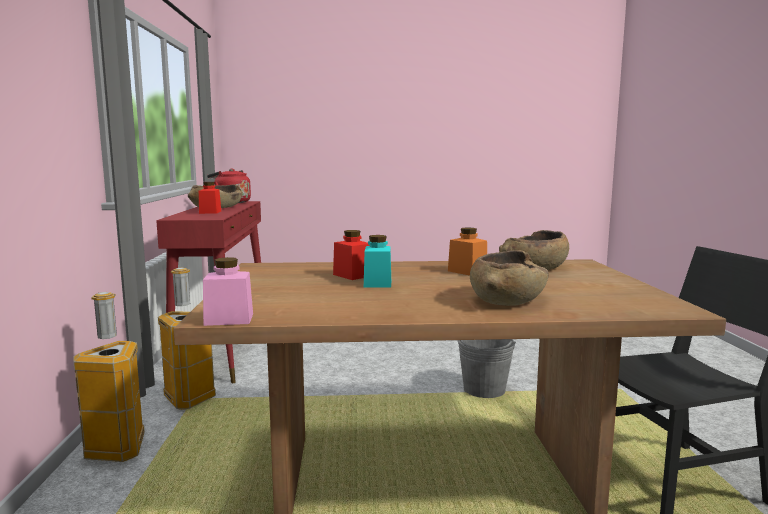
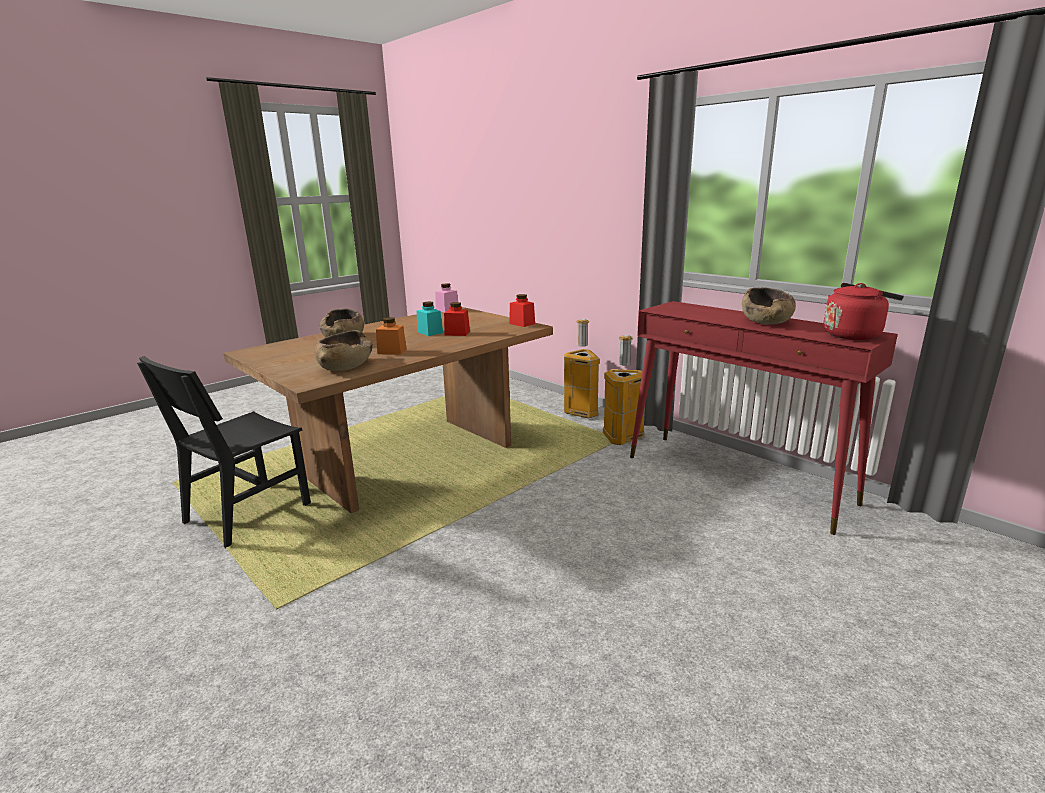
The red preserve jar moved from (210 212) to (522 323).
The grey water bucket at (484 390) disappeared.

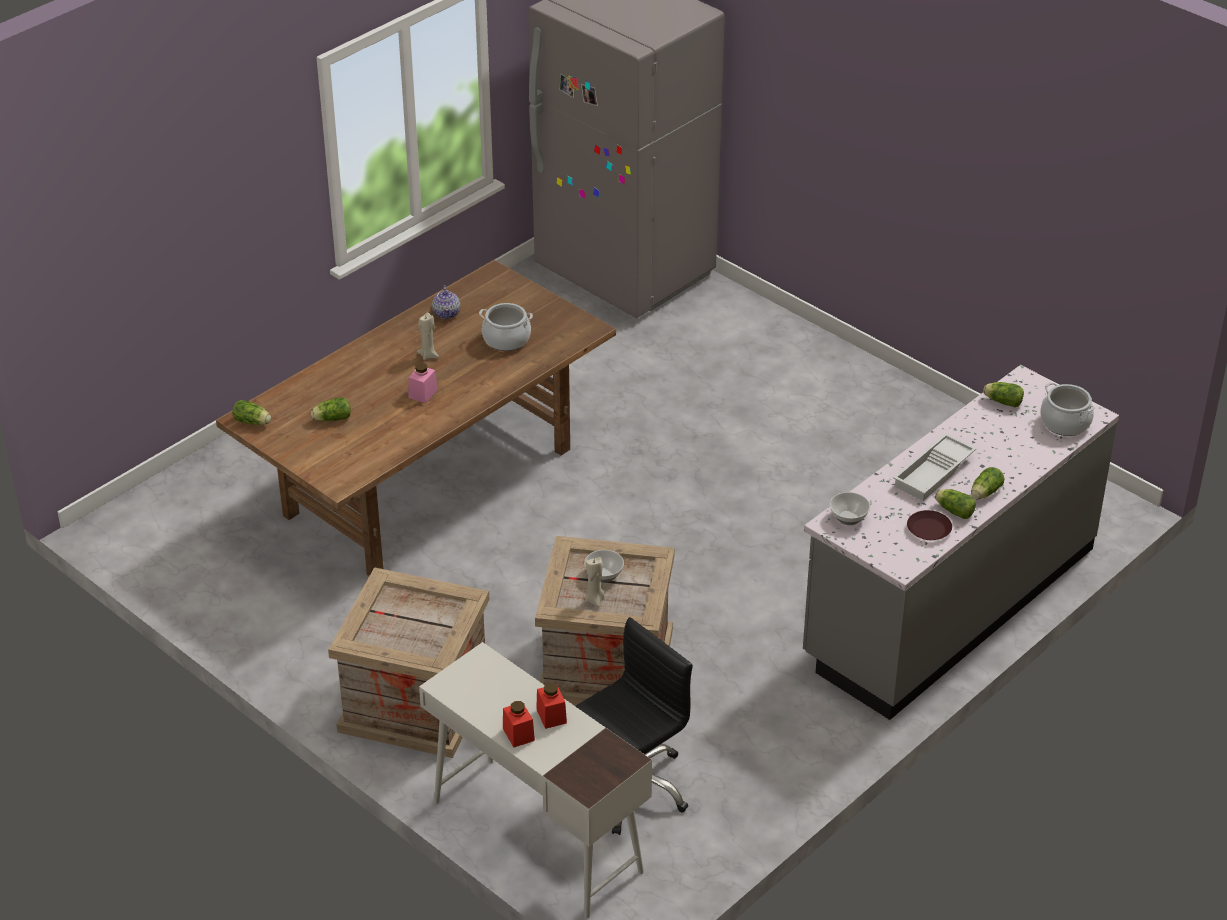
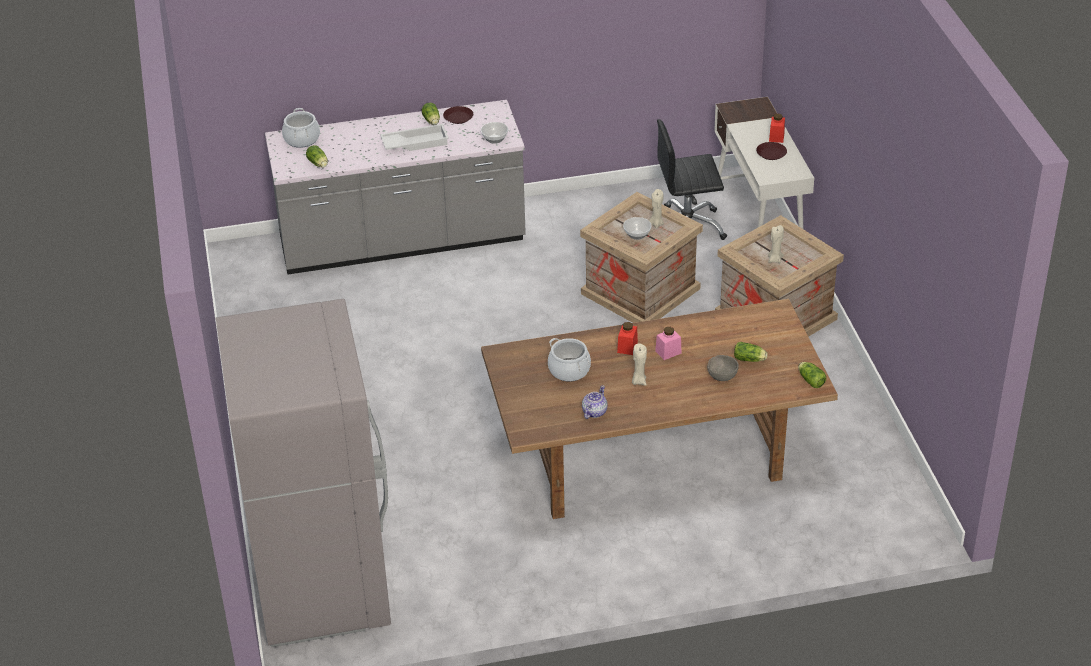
The head of lettuce at (984 493) disappeared.
The red preserve jar moved from (551 716) to (627 347).
The brown-coloured plate at (771 153) appeared.
The sand-coloured wax candle at (775 259) appeared.
The grey bowl at (722 376) appeared.

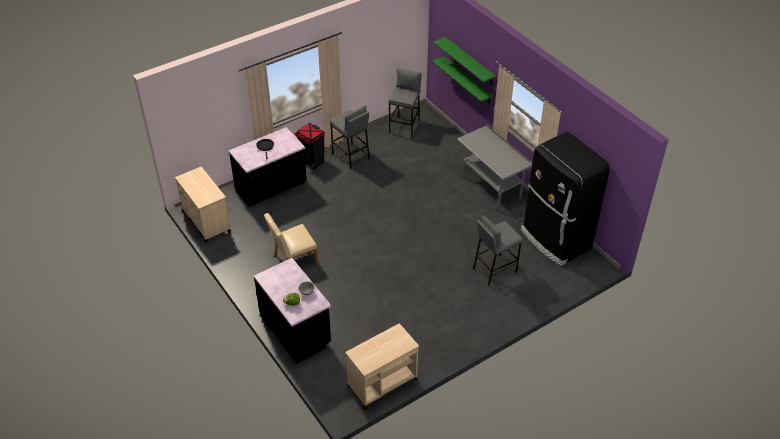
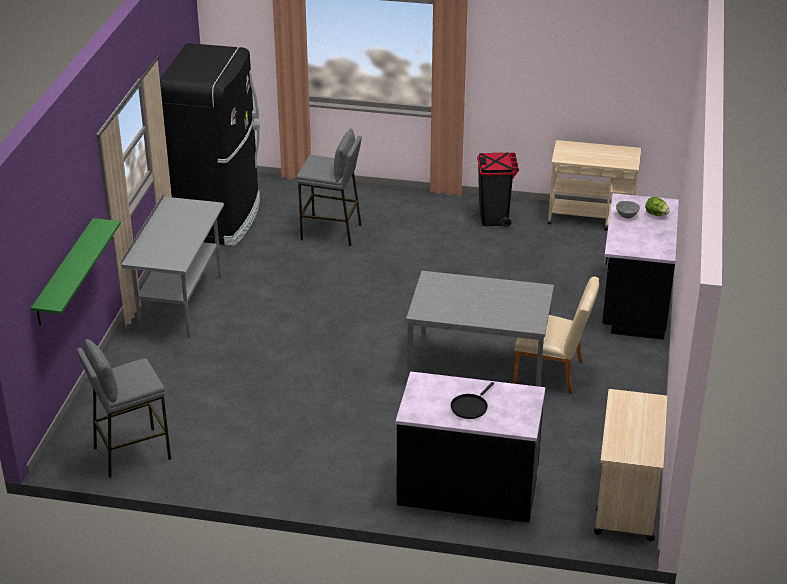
The green-coloured bracket shelf at (469 61) disappeared.
The grey sitting stool at (351 156) disappeared.
The black-coloured rubbish bin moved from (312 161) to (494 217).
The grey dining table at (477 368) appeared.

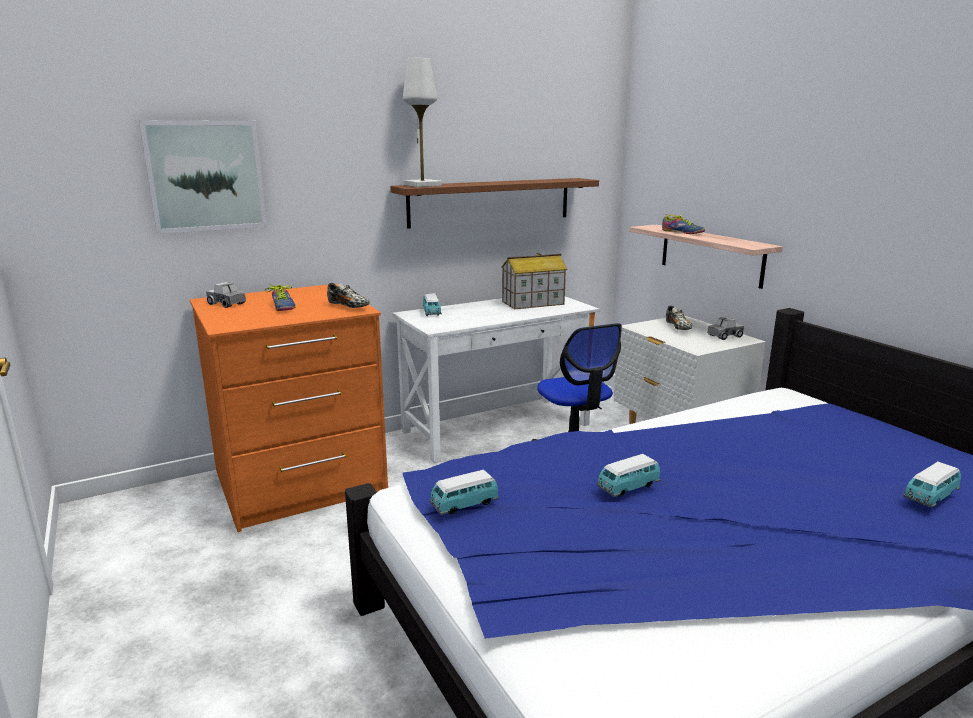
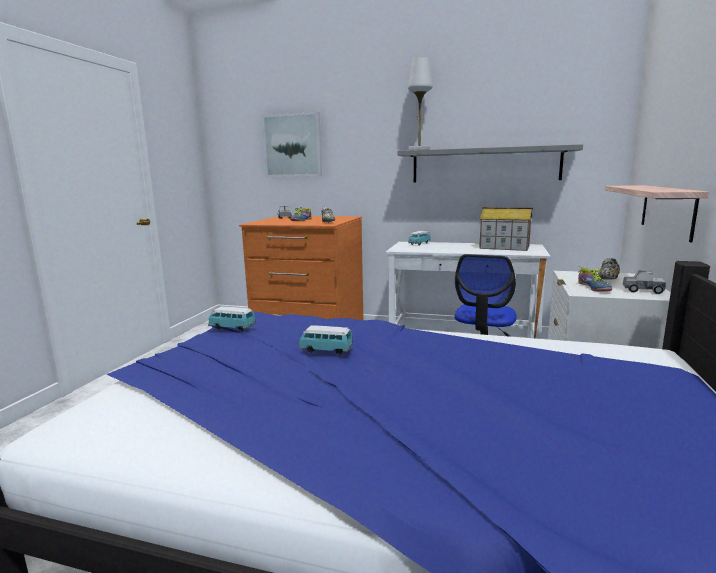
The brown-coloured bracket shelf at (491 202) became the grey bracket shelf at (485 165).
The low shoe moved from (682 232) to (592 288).
The miniature car at (930 497) disappeared.

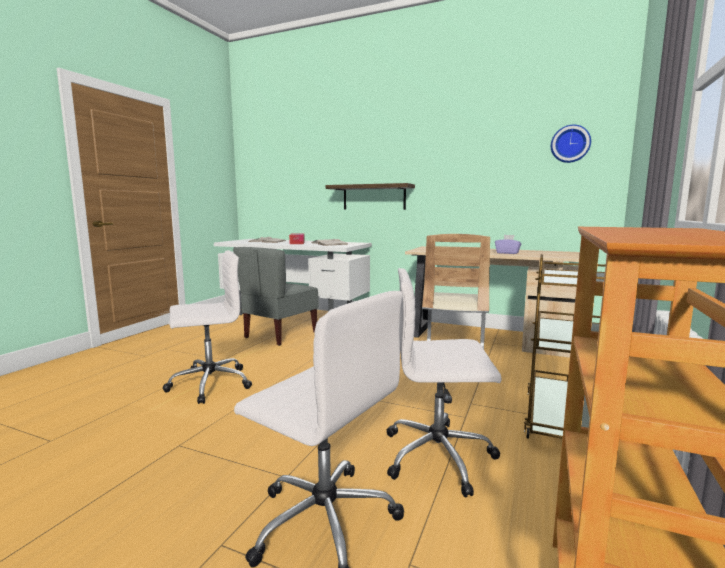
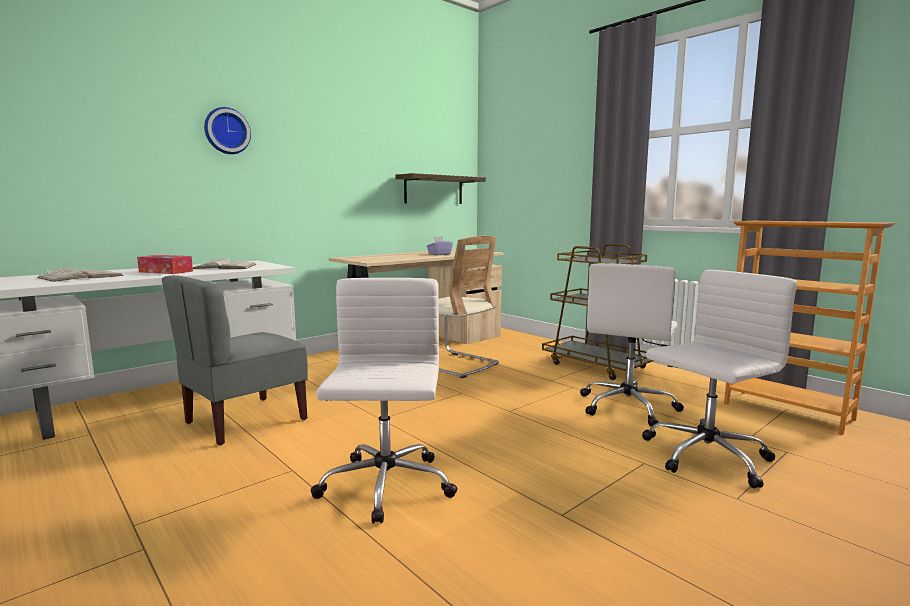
The hanging clock moved from (570 144) to (226 131).
The bracket shelf moved from (374 197) to (433 190).
The grey chair at (280 335) turned 75 degrees clockwise.

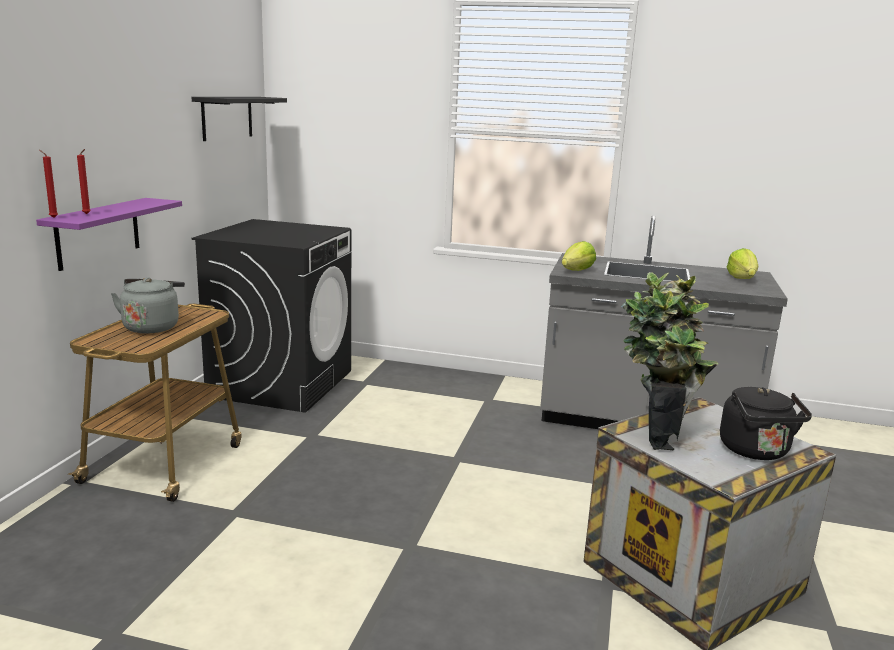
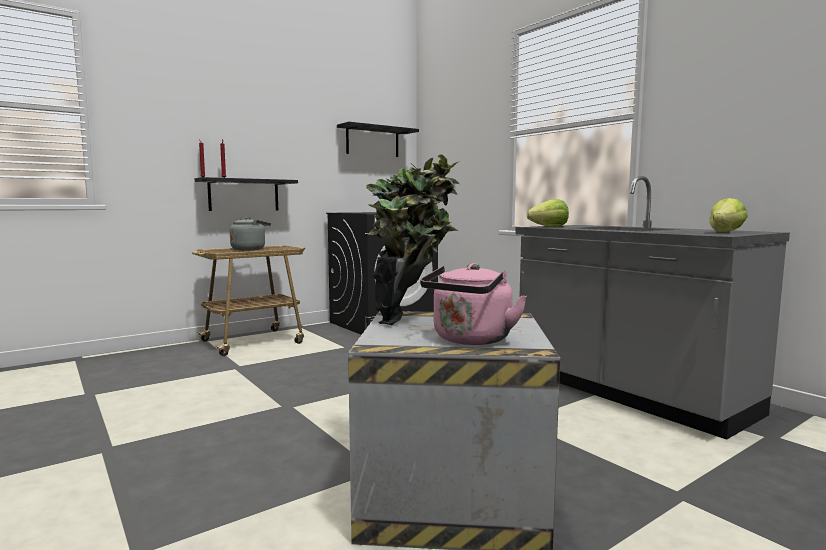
The purple bracket shelf at (98 233) became the black-coloured bracket shelf at (244 195).
The black-coloured tea kettle at (756 452) became the pinkish tea kettle at (470 340).

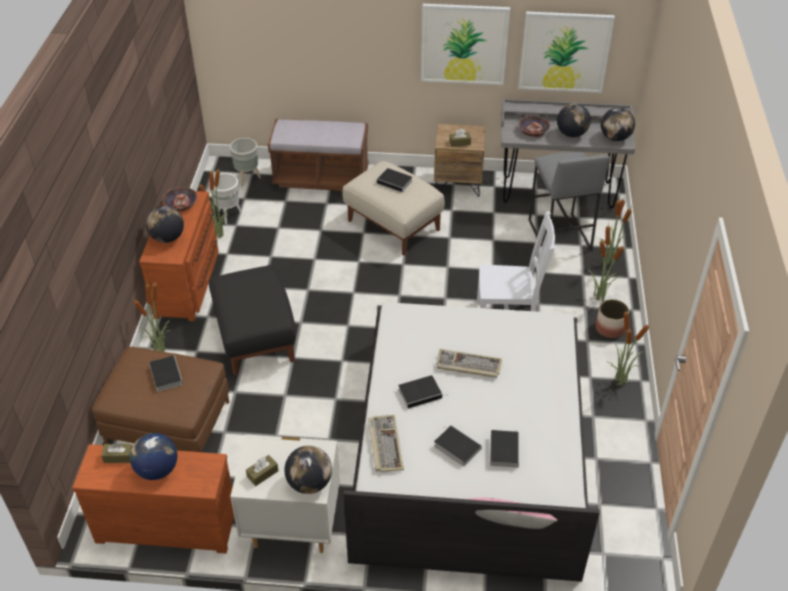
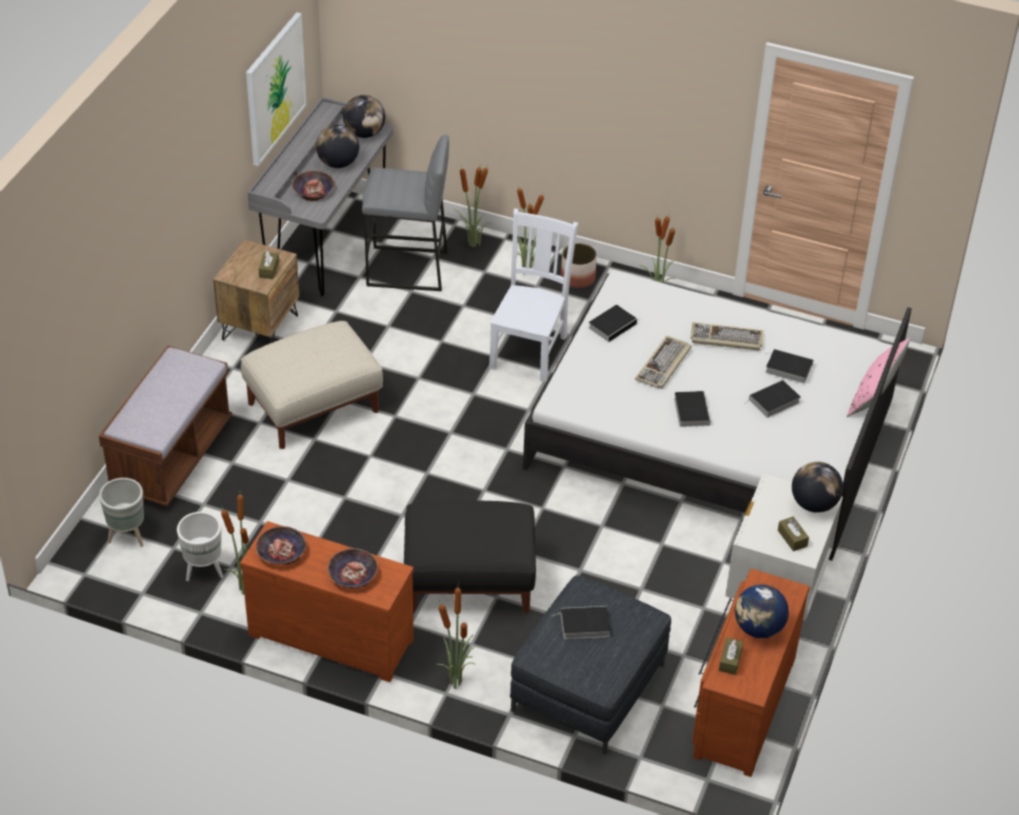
The wall picture at (464 44) disappeared.
The volume moved from (395 182) to (613 325).
The world globe at (167 238) was replaced by the bowl at (352 575).
The brown-coloured footrest at (169 423) became the grey footrest at (588 687).
The keyboard moved from (384 444) to (725 339).

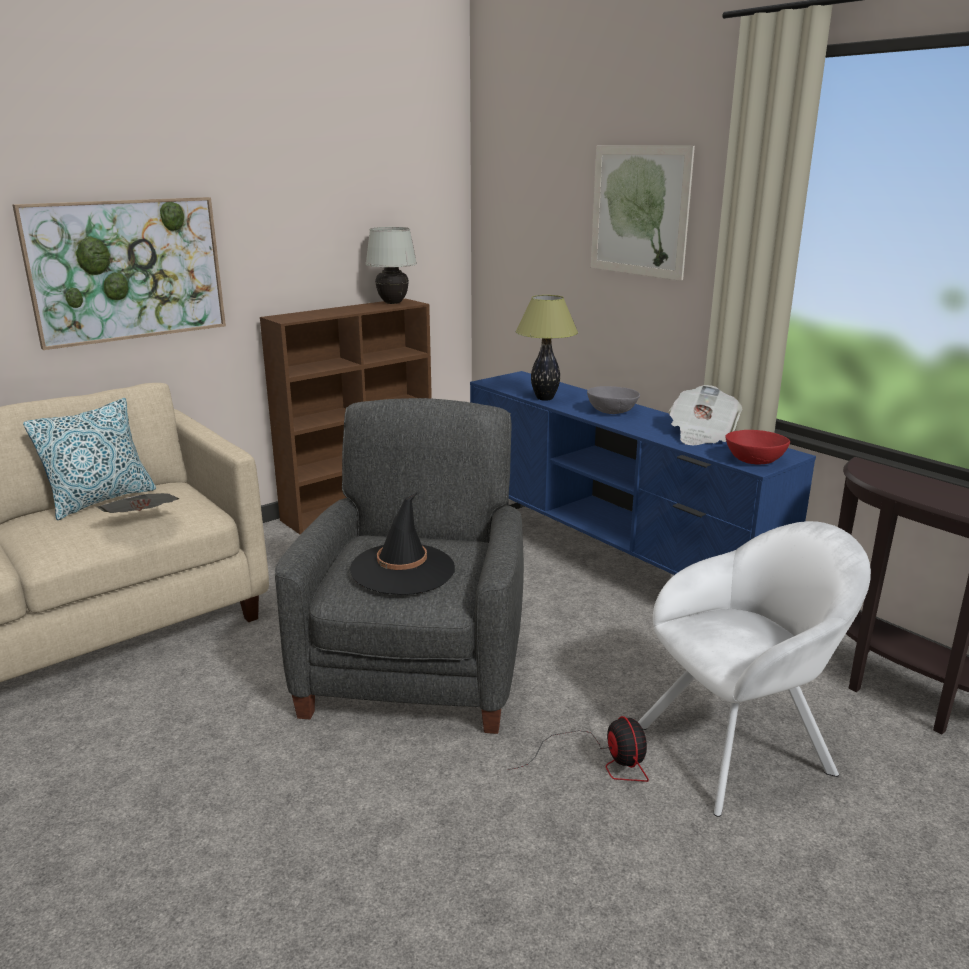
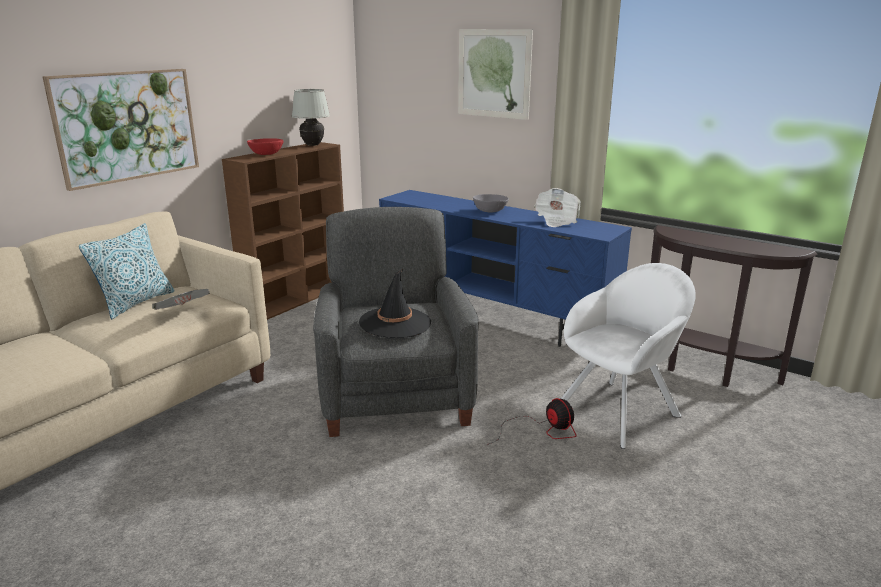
The tabletop lamp at (544 398) disappeared.
The red bowl moved from (754 460) to (266 154).

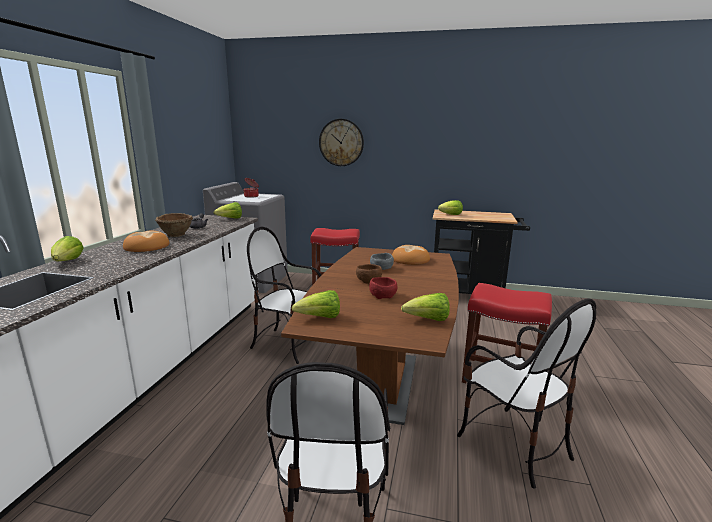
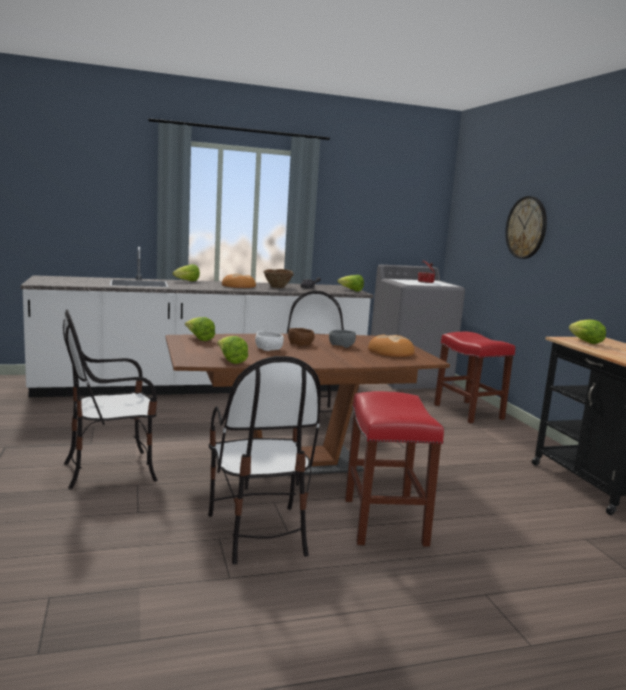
The red bowl at (383 295) became the whitish bowl at (269 349).
The chair at (513 444) turned 45 degrees counterclockwise.

